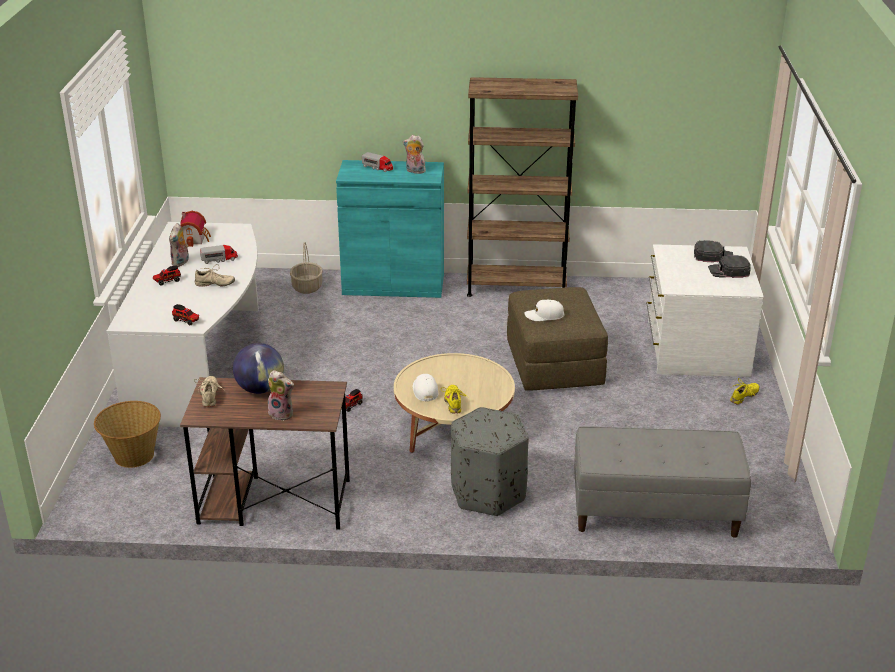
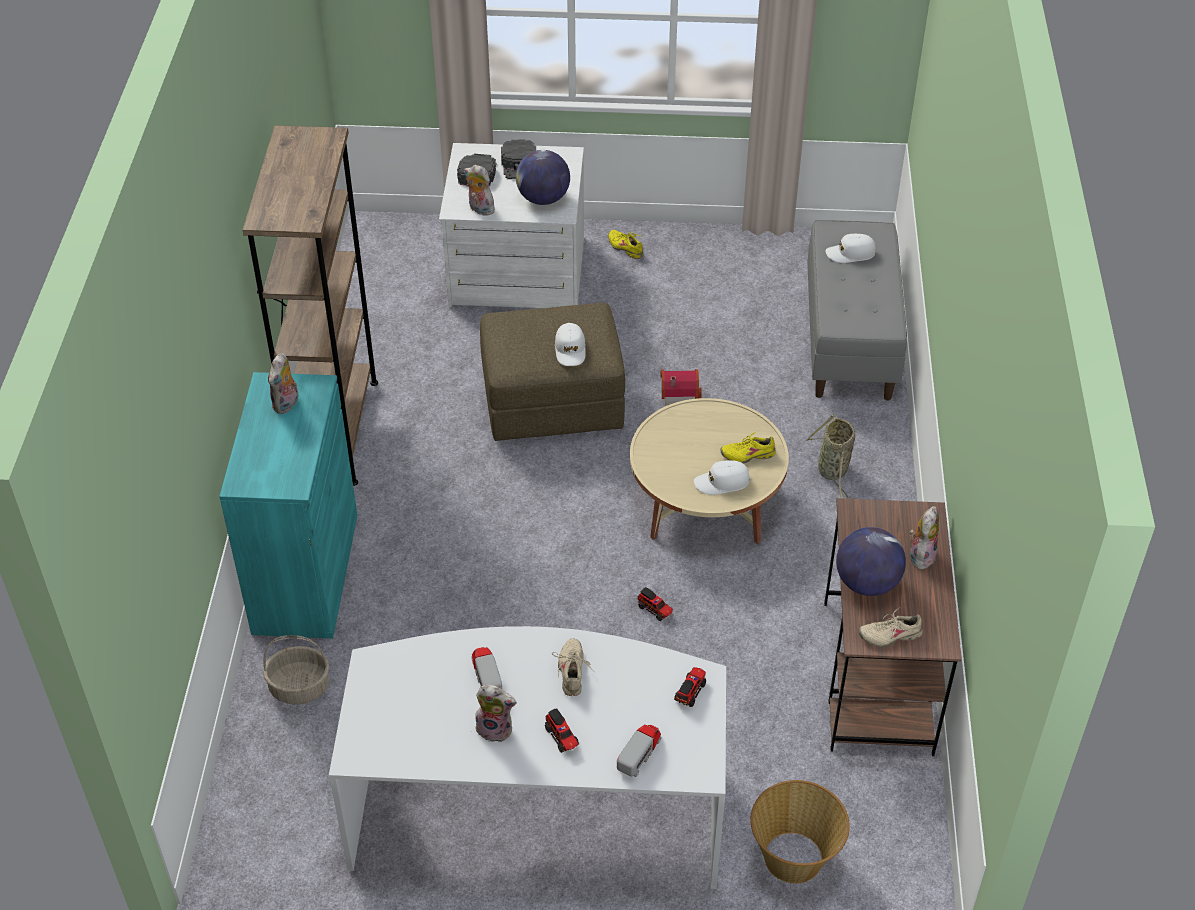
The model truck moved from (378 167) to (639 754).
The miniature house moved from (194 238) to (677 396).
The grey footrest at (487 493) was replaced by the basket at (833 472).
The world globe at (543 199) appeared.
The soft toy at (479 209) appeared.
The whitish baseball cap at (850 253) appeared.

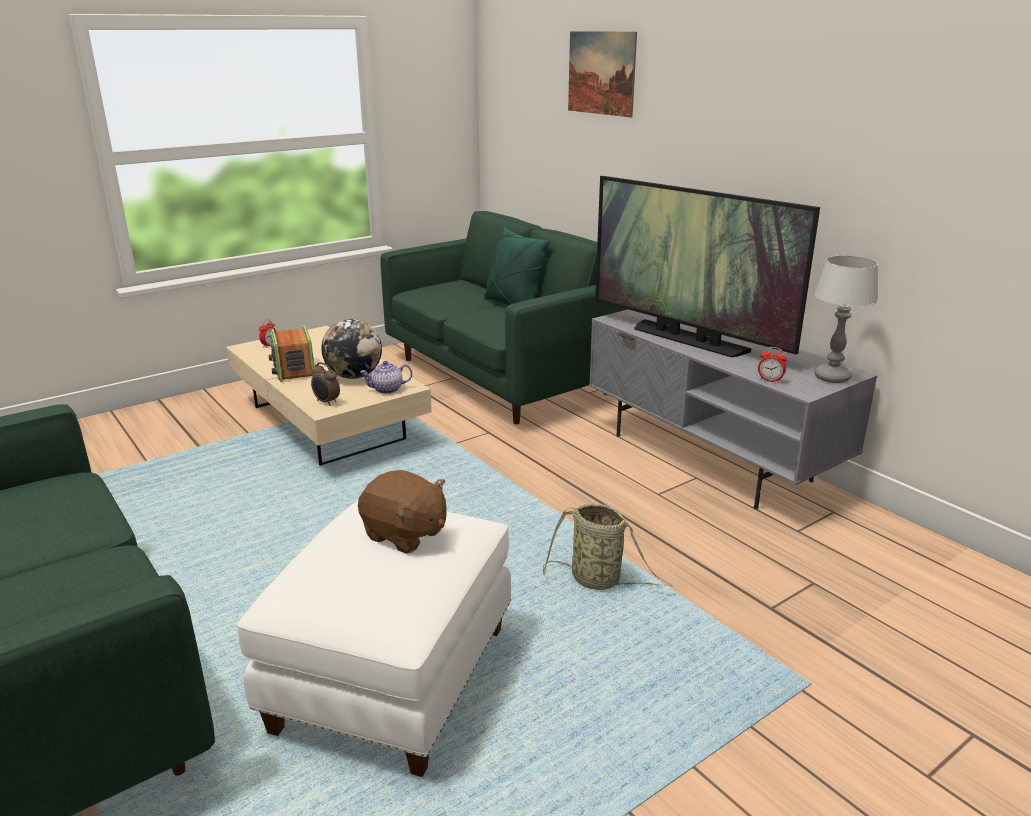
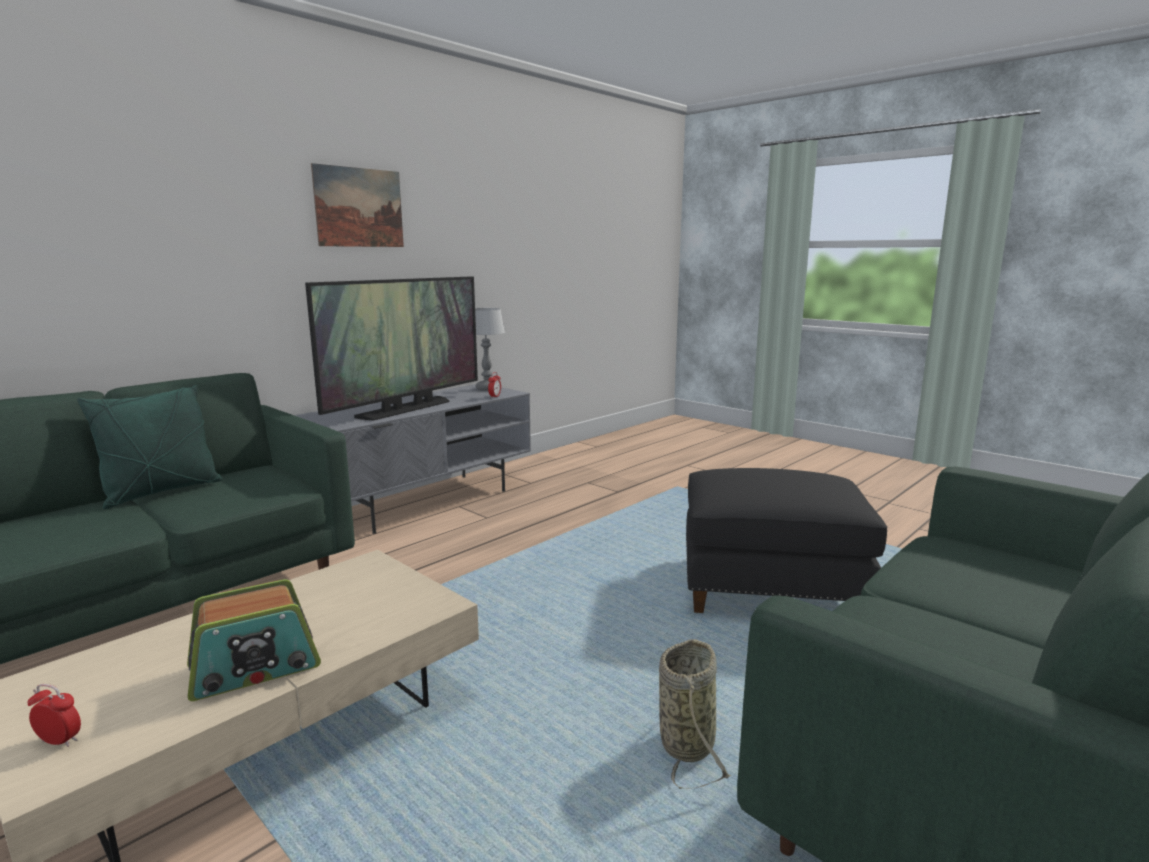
The wall picture moved from (601 73) to (359 207).
The world globe at (354 376) disappeared.
The teapot at (387 389) disappeared.
The alarm clock at (326 402) disappeared.
The brown-coloured soft toy at (405 534) disappeared.
The whitish footrest at (391 677) became the black-coloured footrest at (769 590).
The basket moved from (599 581) to (687 741).

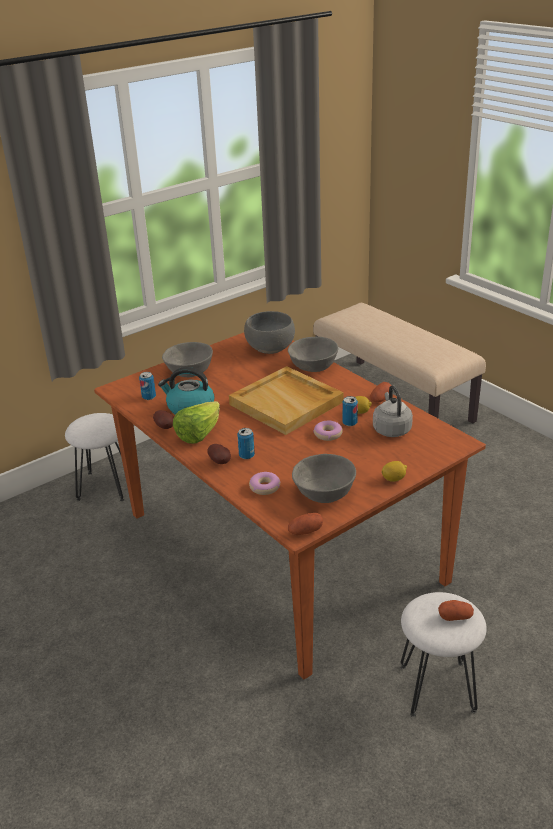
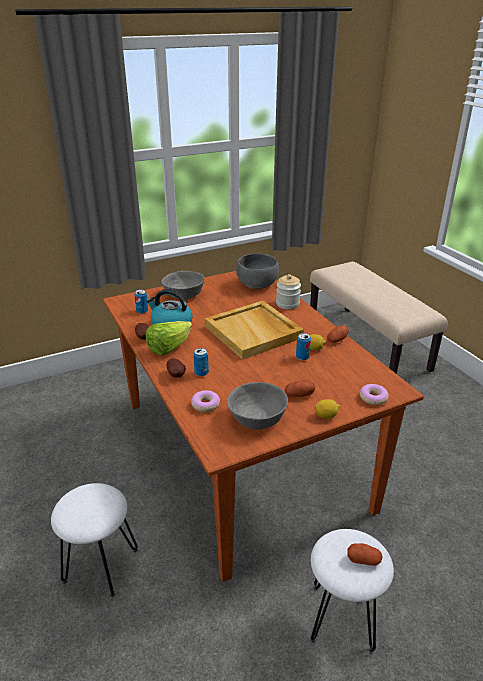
The grey bowl at (313 366) was replaced by the preserve jar at (287 304).
The grey tea kettle at (391 429) disappeared.
The whitish sitting stool moved from (105 486) to (100 565).
The ring doughnut moved from (328 434) to (373 398).
The whole potato moved from (305 531) to (299 395).

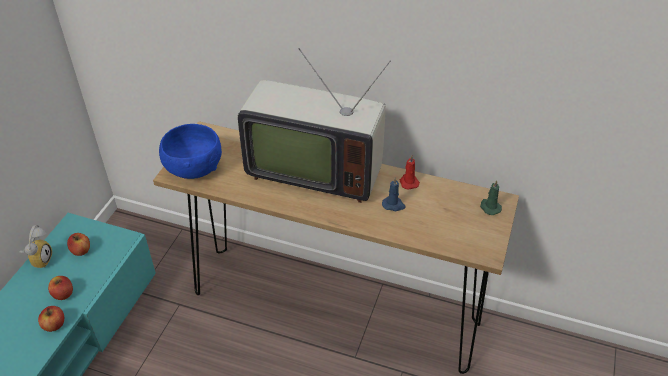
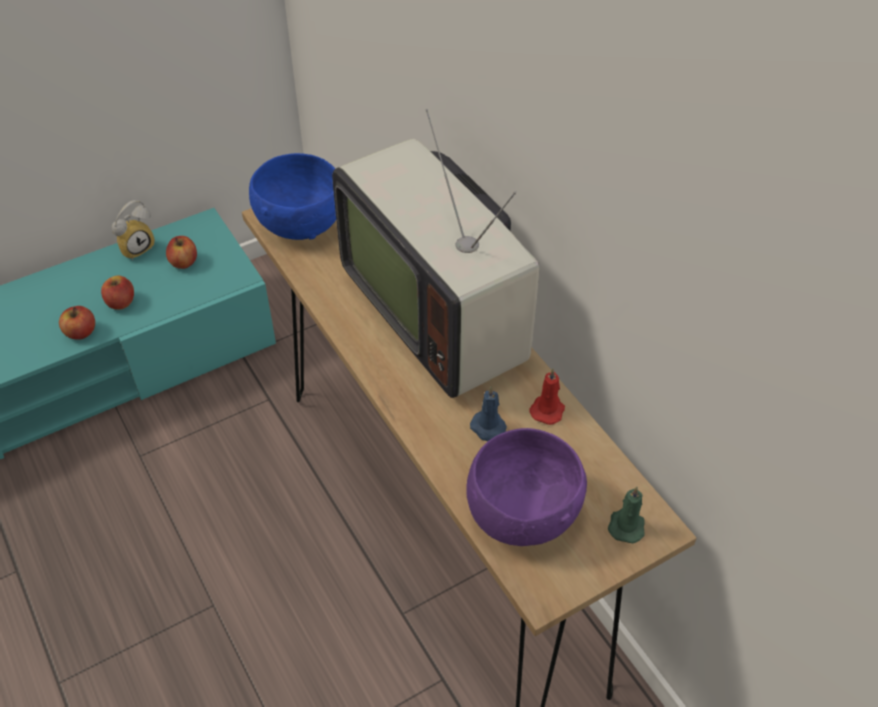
The purple bowl at (522 513) appeared.

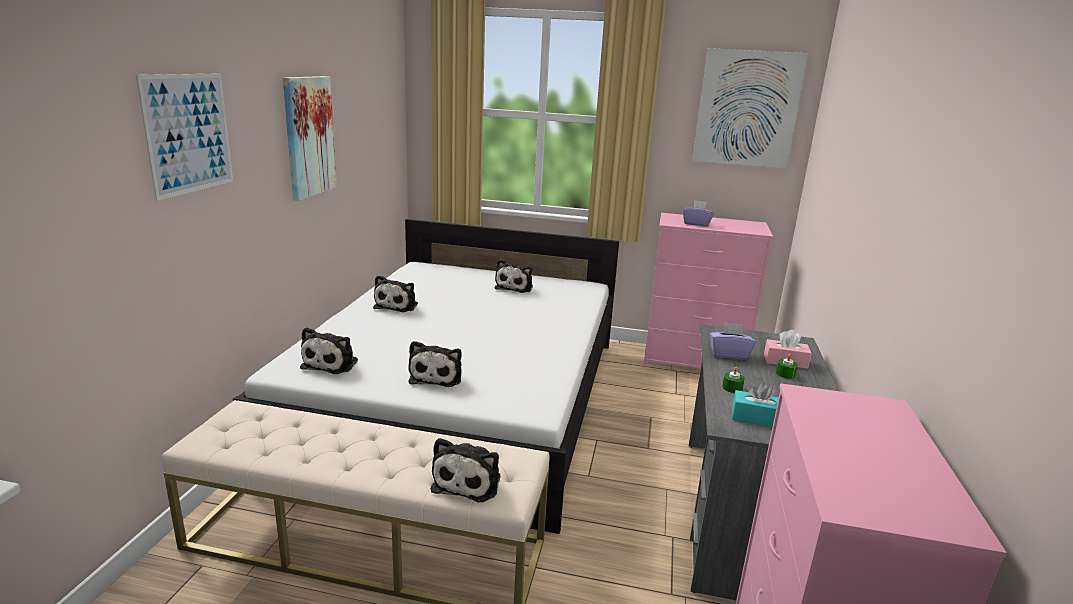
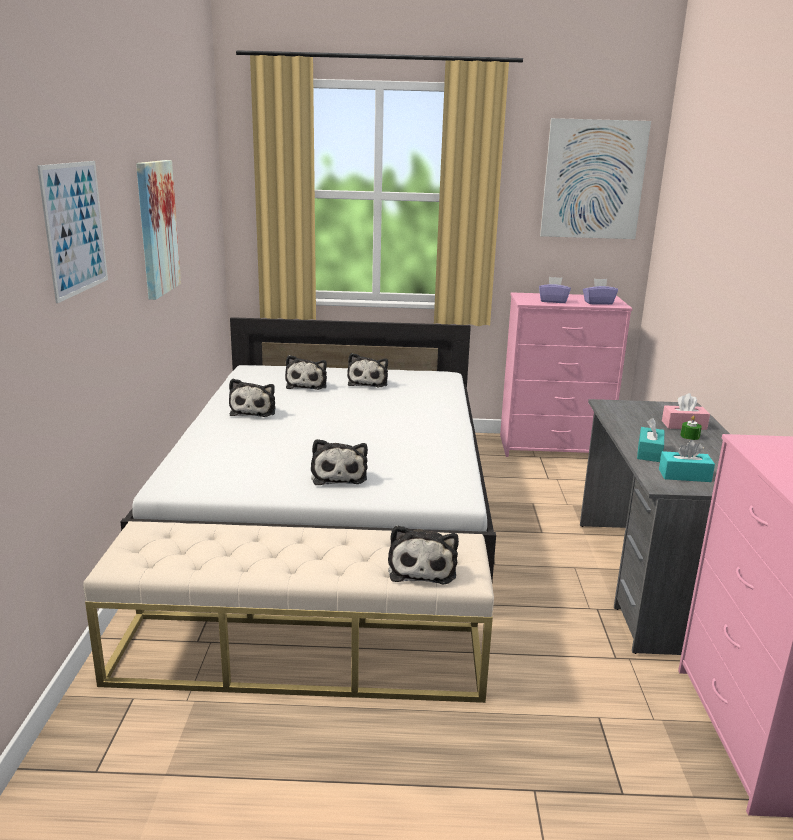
The purple tissue box moved from (729 354) to (598 303).
The soft toy moved from (332 363) to (307 385).
The green-coloured wax candle at (732 388) was replaced by the turquoise-coloured tissue box at (649 452).

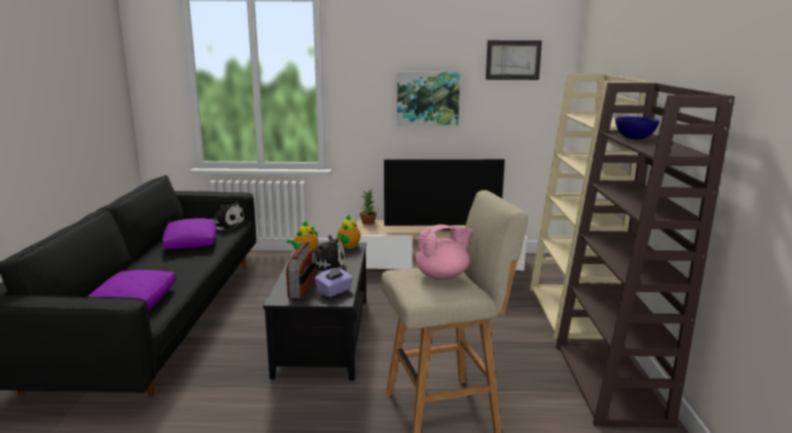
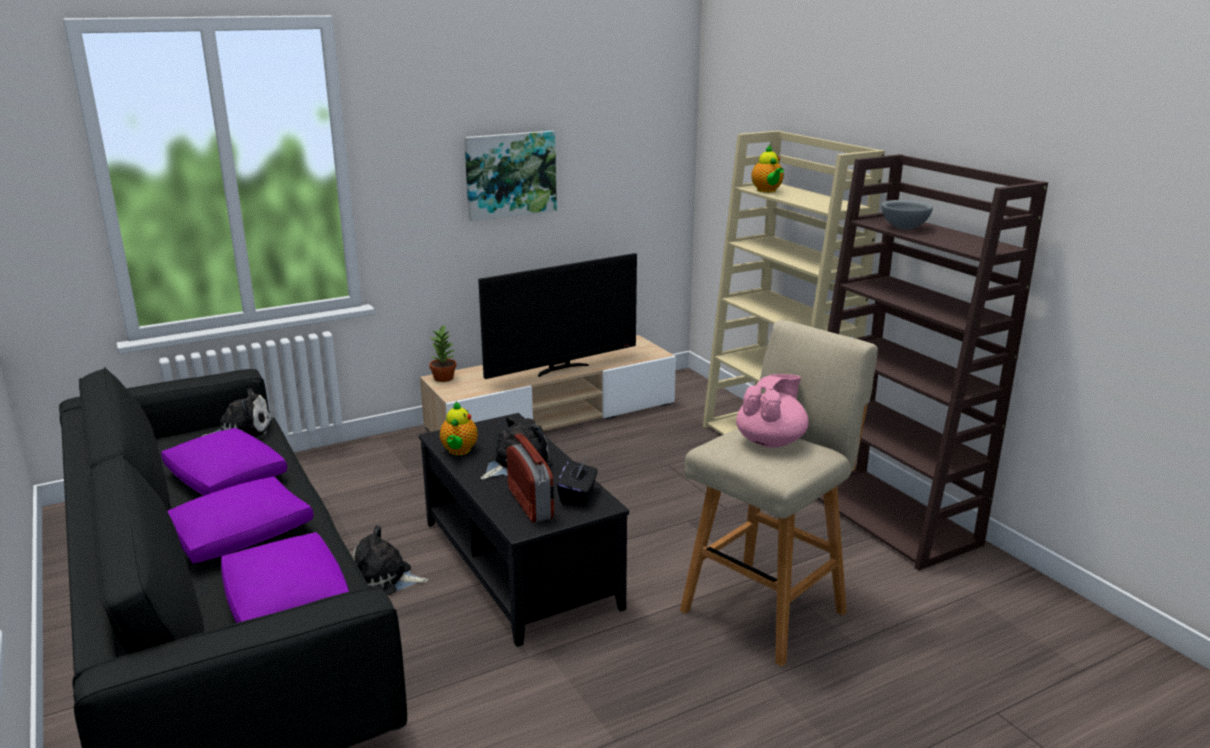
The wall picture at (513 60) disappeared.
The blue-coloured bowl at (634 138) became the grey bowl at (903 228).
The teapot moved from (348 246) to (767 191).
The purple tissue box at (334 291) became the black-coloured tissue box at (578 496).
The purple cushion at (240 534) appeared.
The soft toy at (384 579) appeared.

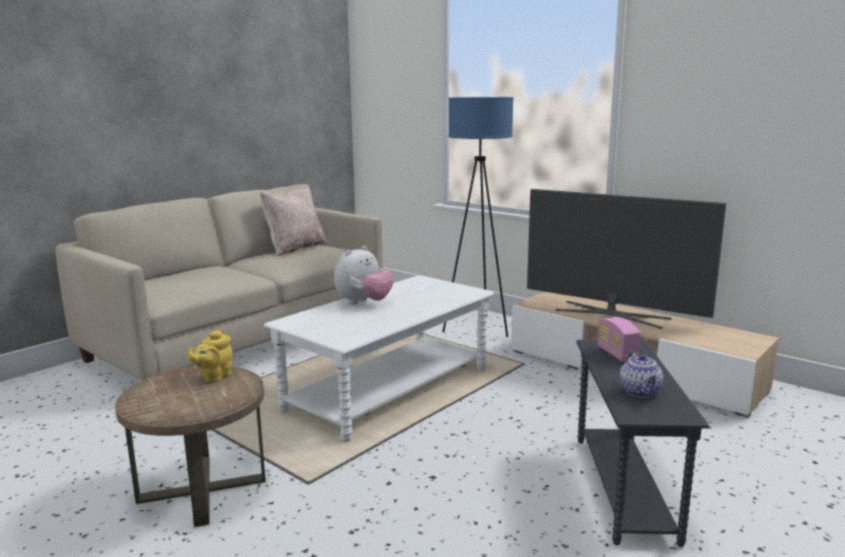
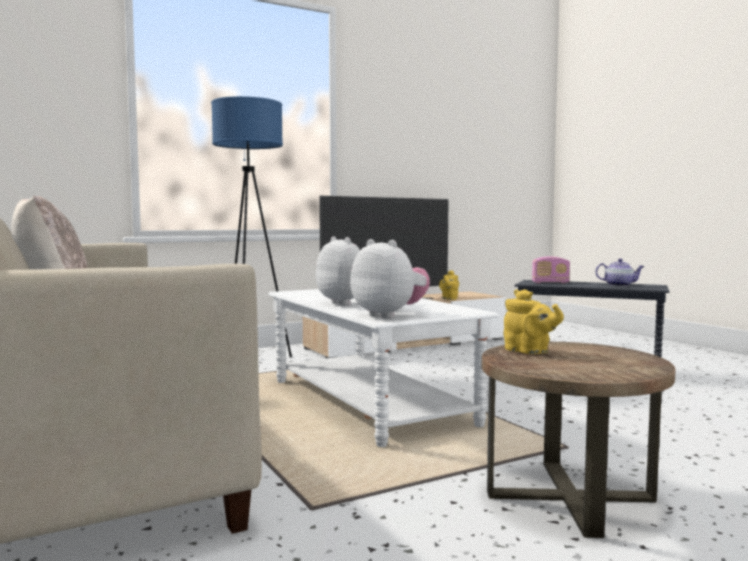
The soft toy at (389 315) appeared.
The yellow teapot at (449 299) appeared.

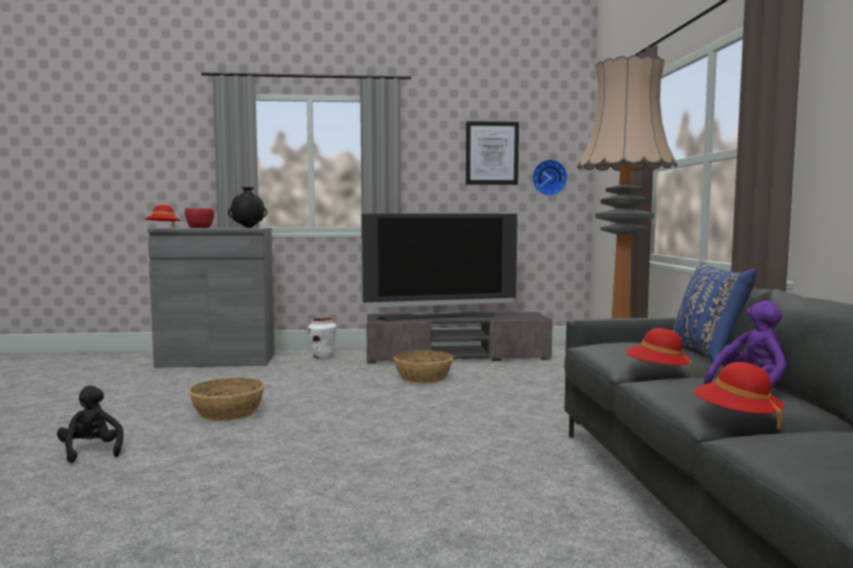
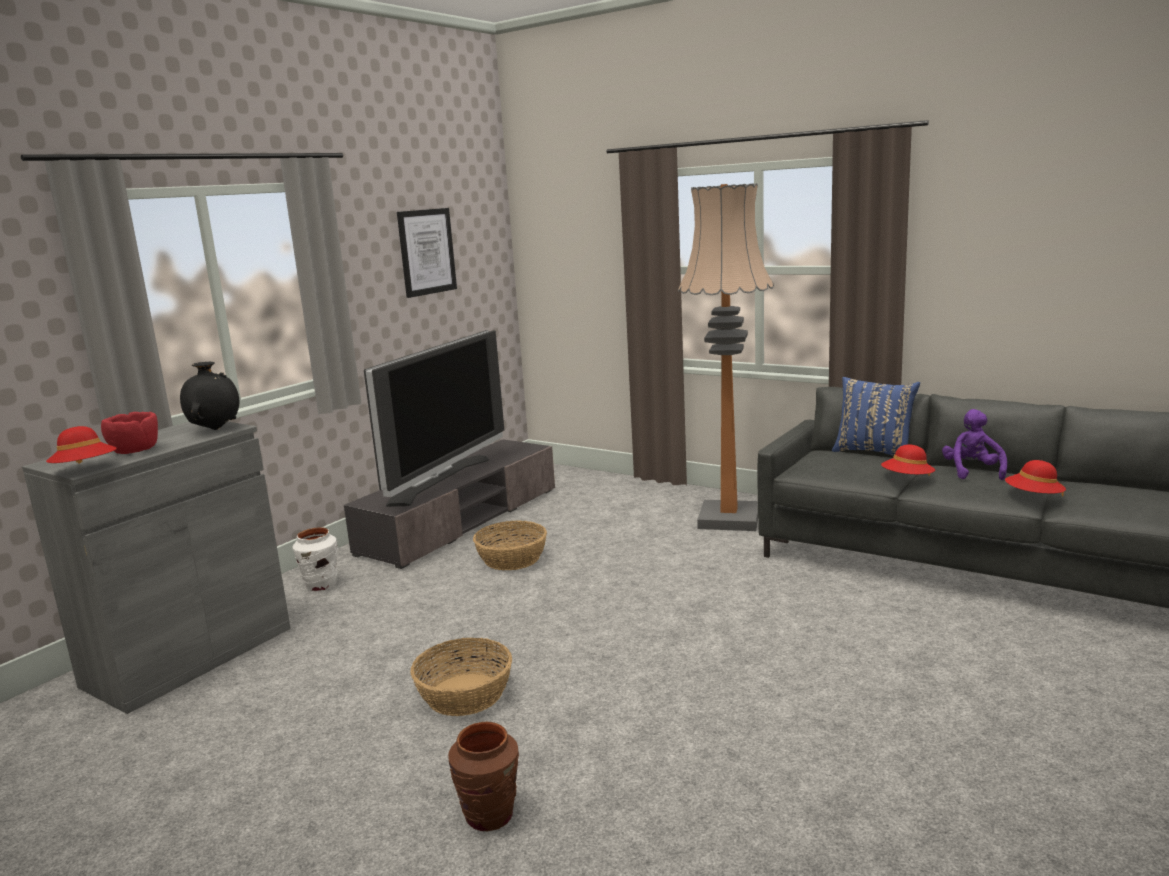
The hanging clock at (549 178) disappeared.
The black-coloured soft toy at (91 451) was replaced by the brown-coloured decorative vase at (490 816).

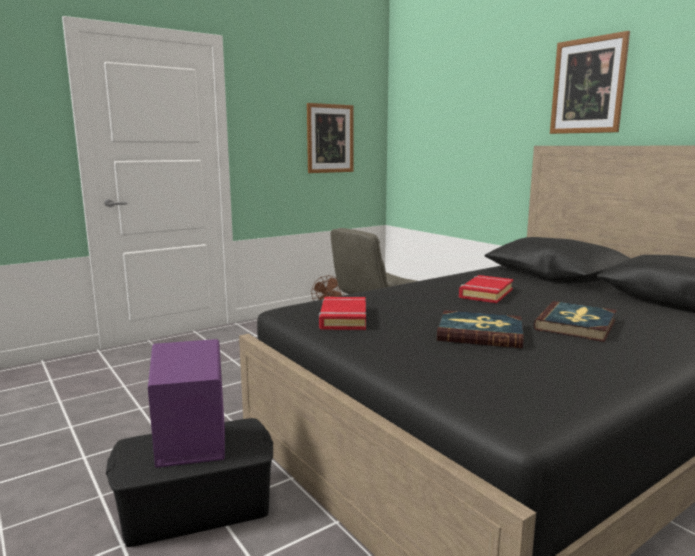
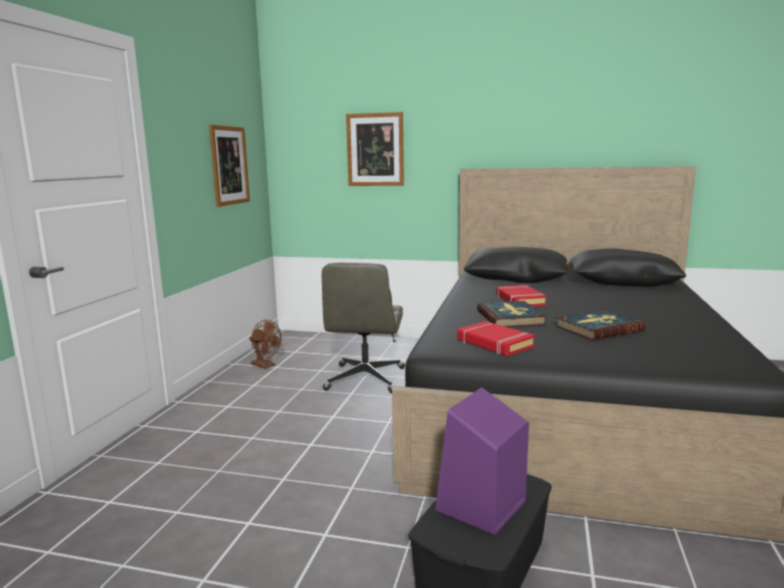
The wall picture moved from (588 86) to (375 149).
The volume moved from (576 325) to (510 318).

